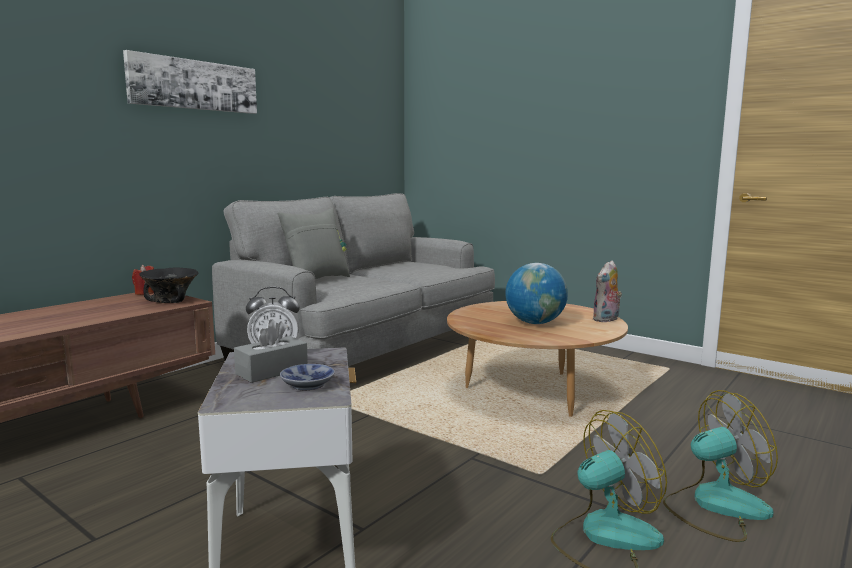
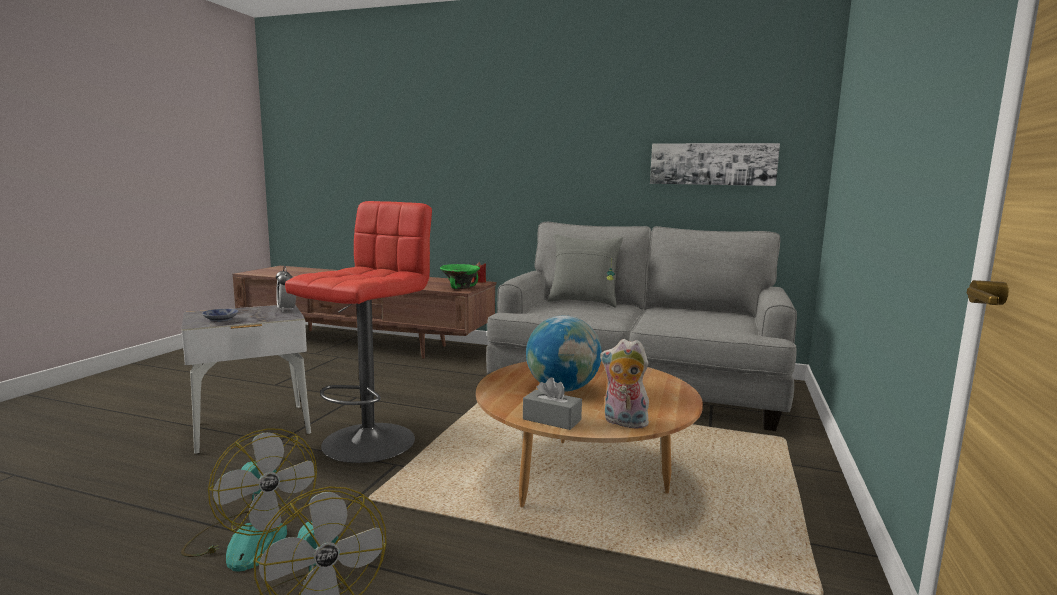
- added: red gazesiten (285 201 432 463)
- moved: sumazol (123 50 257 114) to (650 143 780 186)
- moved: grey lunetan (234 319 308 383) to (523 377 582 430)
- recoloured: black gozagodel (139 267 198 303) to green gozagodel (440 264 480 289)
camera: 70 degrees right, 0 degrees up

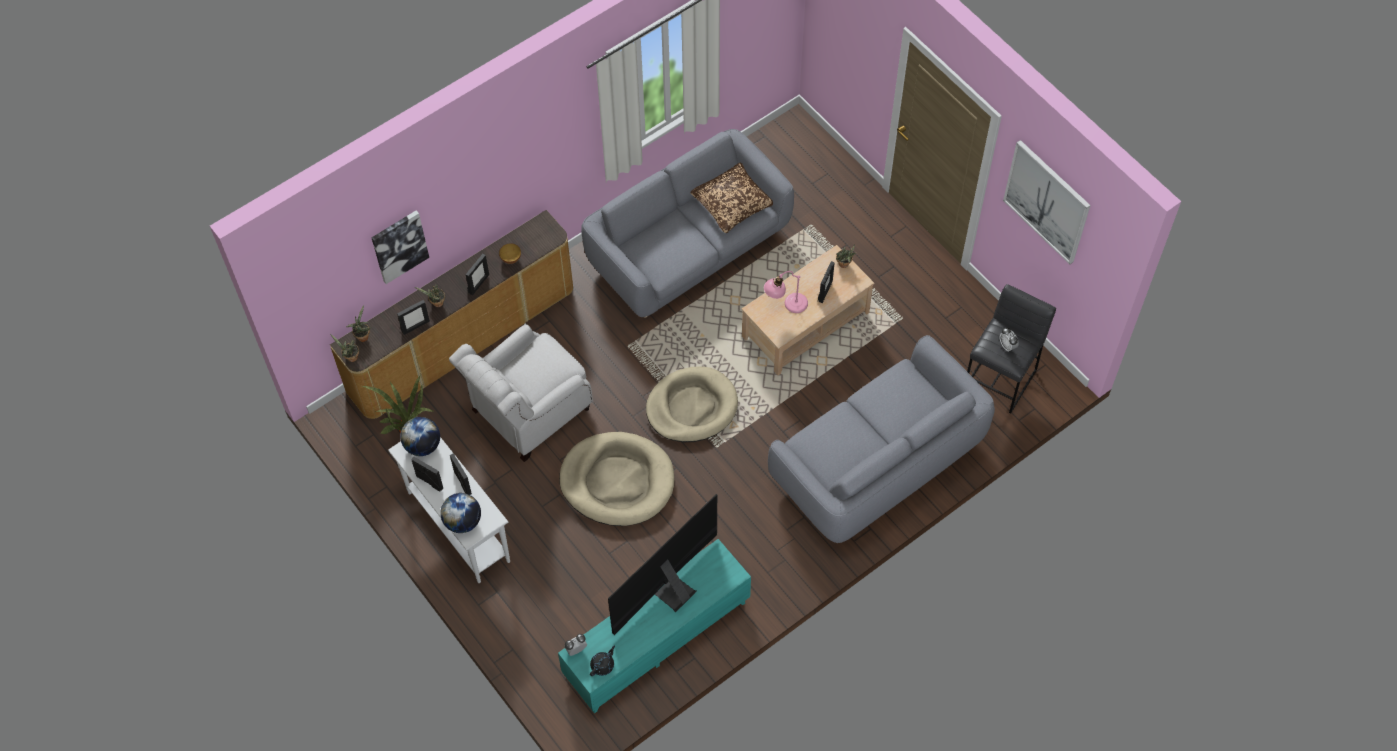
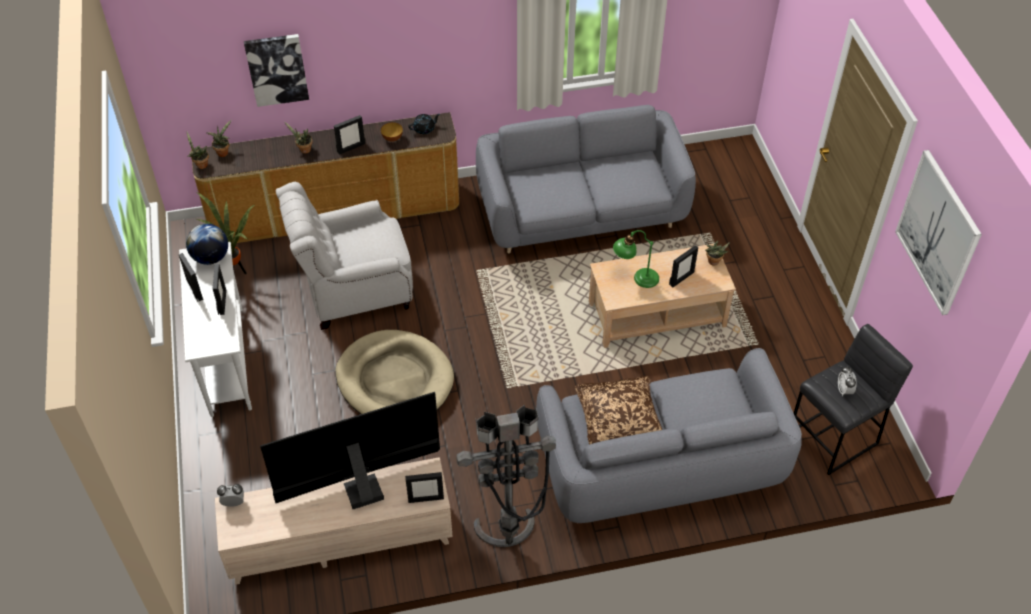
- removed: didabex (440 493 481 533)
- removed: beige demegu (646 366 738 442)
- added: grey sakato (457 405 556 547)
- moved: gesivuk (397 300 430 335) to (405 472 444 503)
- moved: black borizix (590 645 615 676) to (408 114 440 134)
- moved: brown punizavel (690 163 773 233) to (575 376 662 445)
- recoloured: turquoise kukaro (558 539 751 713) to beige kukaro (215 457 453 585)
- recoloured: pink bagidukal (764 271 808 313) to green bagidukal (613 230 659 288)
camera: 25 degrees right, 10 degrees down

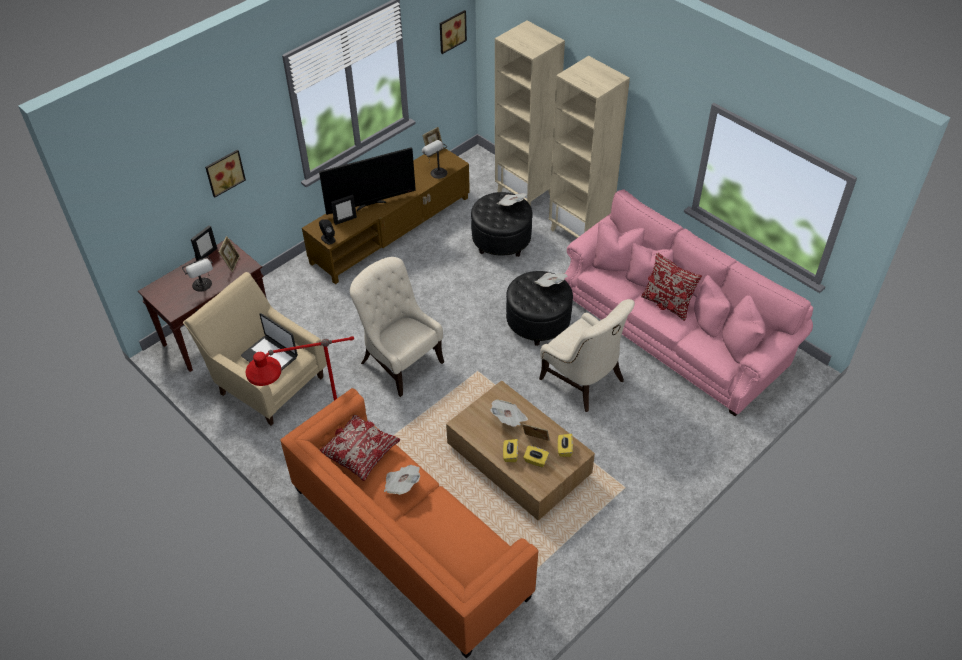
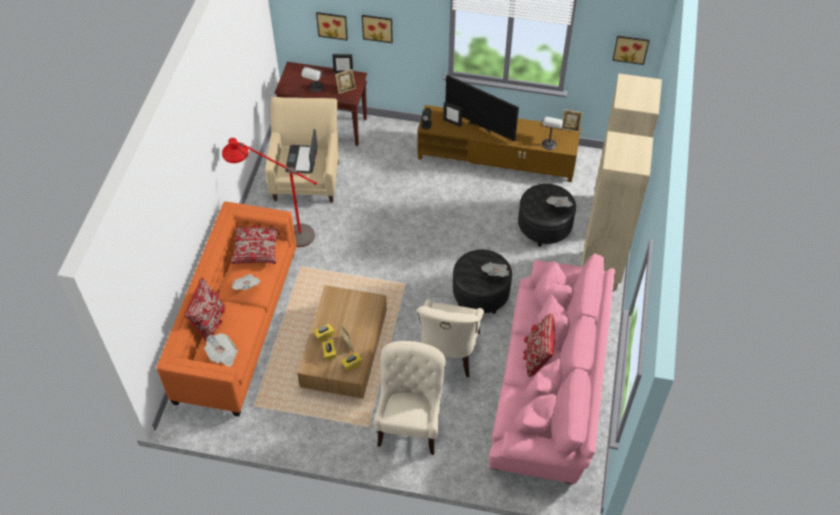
- added: red punizavel (184 278 225 341)
- added: sumazol (316 12 348 41)
- moved: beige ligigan (350 257 444 397) to (374 341 445 455)
- moved: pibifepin (490 399 528 427) to (204 333 238 367)
camera: 55 degrees right, 5 degrees up

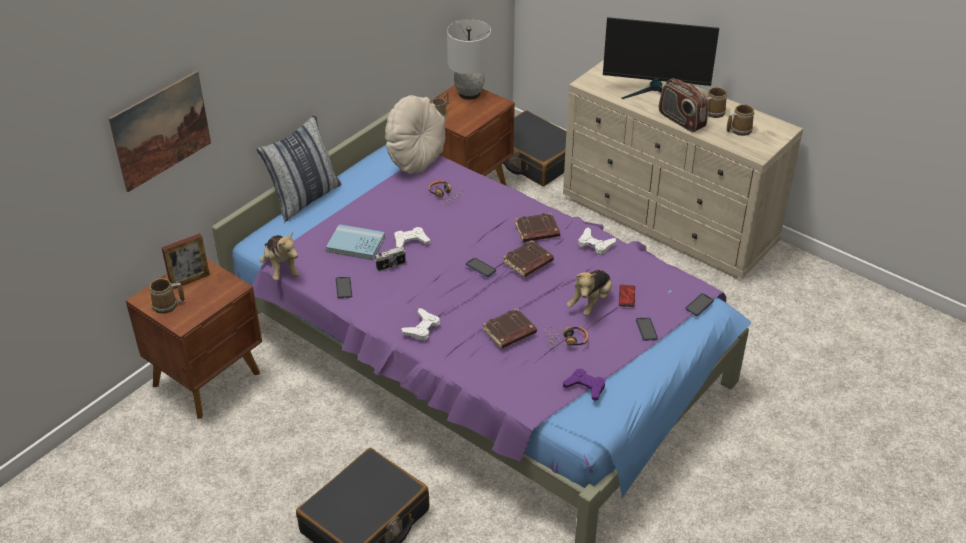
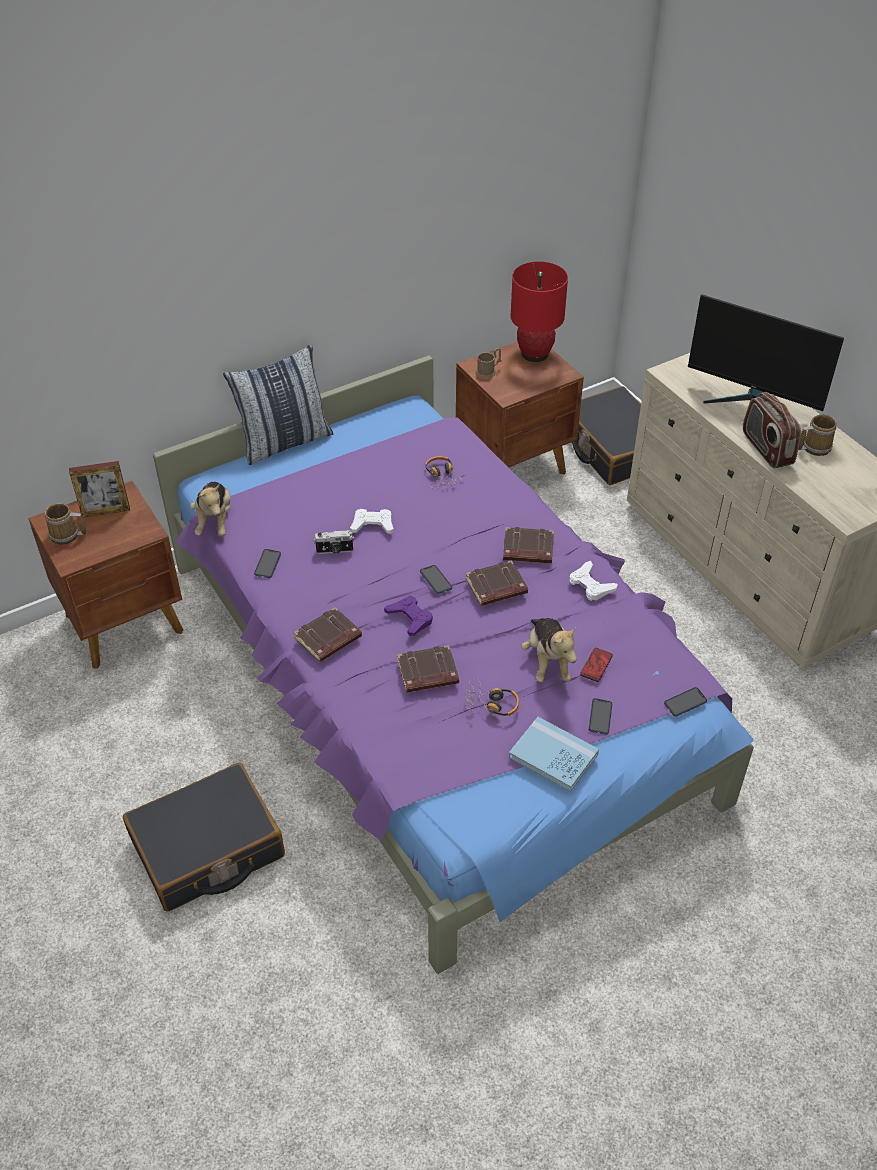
- removed: sumazol (108 71 211 192)
- removed: beige punizavel (385 95 445 174)
- removed: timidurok (727 104 754 136)
- moved: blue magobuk (326 224 385 260) to (509 717 599 792)
- moved: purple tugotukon (563 369 605 401) to (384 596 433 636)
- replaced: white tugotukon (401 308 440 341) to brown magobuk (294 607 362 662)
- recoloured: white bagidukal (447 19 491 100) to red bagidukal (511 262 568 362)
- turned: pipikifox (567 270 612 316) = (521 618 577 682) 60 degrees counterclockwise
camera: 20 degrees right, 5 degrees up

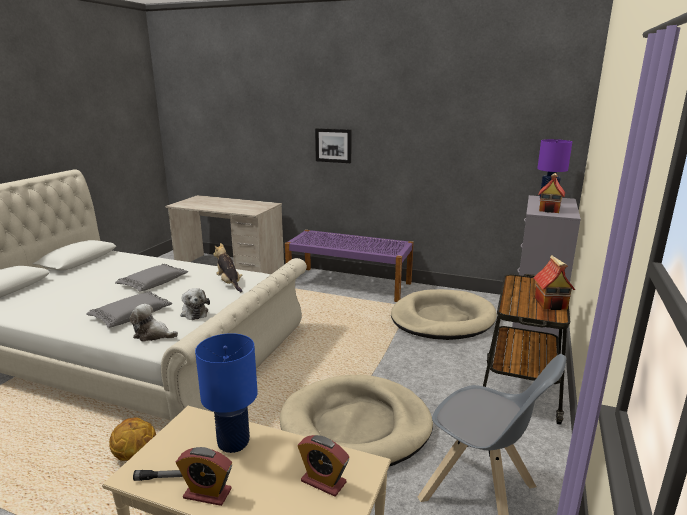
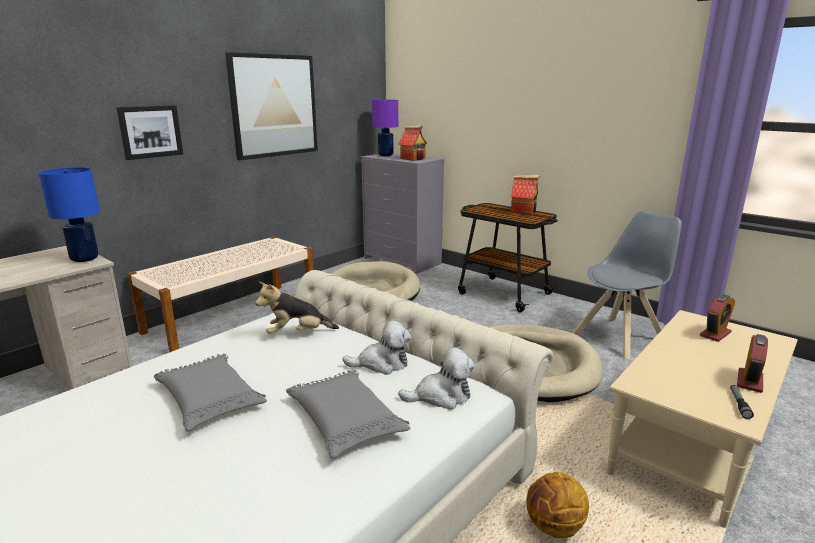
- added: sumazol (225 52 318 160)
- moved: blue bagidukal (195 333 258 453) to (39 167 100 262)
- recoloured: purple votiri (285 230 414 302) to beige votiri (127 236 314 352)
- turned: pipikifox (129 304 178 342) = (398 347 475 410) 135 degrees counterclockwise
camera: 70 degrees left, 0 degrees up

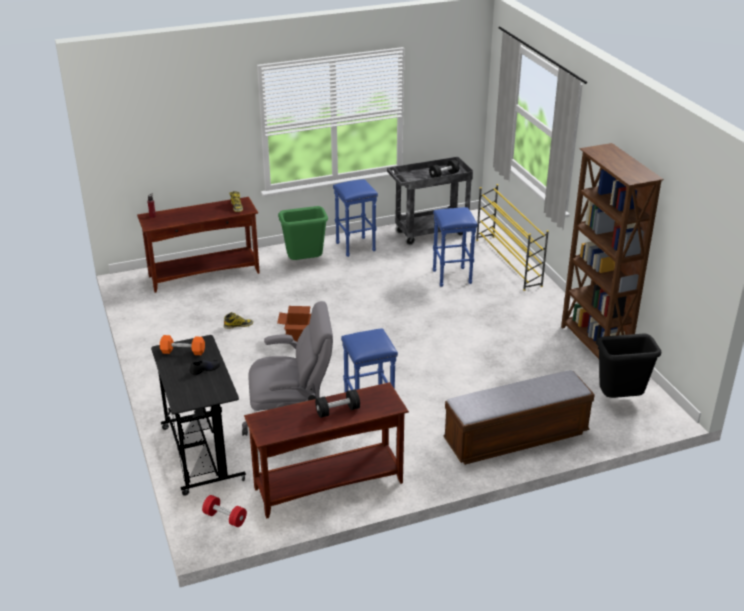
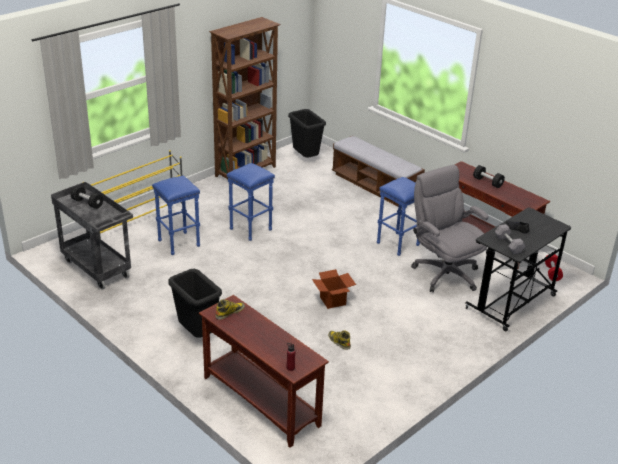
- moved: blue gazesiten (333 179 378 257) to (227 163 275 241)
- recoloured: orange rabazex (160 335 205 355) to grey rabazex (495 224 525 254)
- recoloured: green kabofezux (278 206 328 260) to black kabofezux (168 269 222 338)
camera: 115 degrees left, 0 degrees up

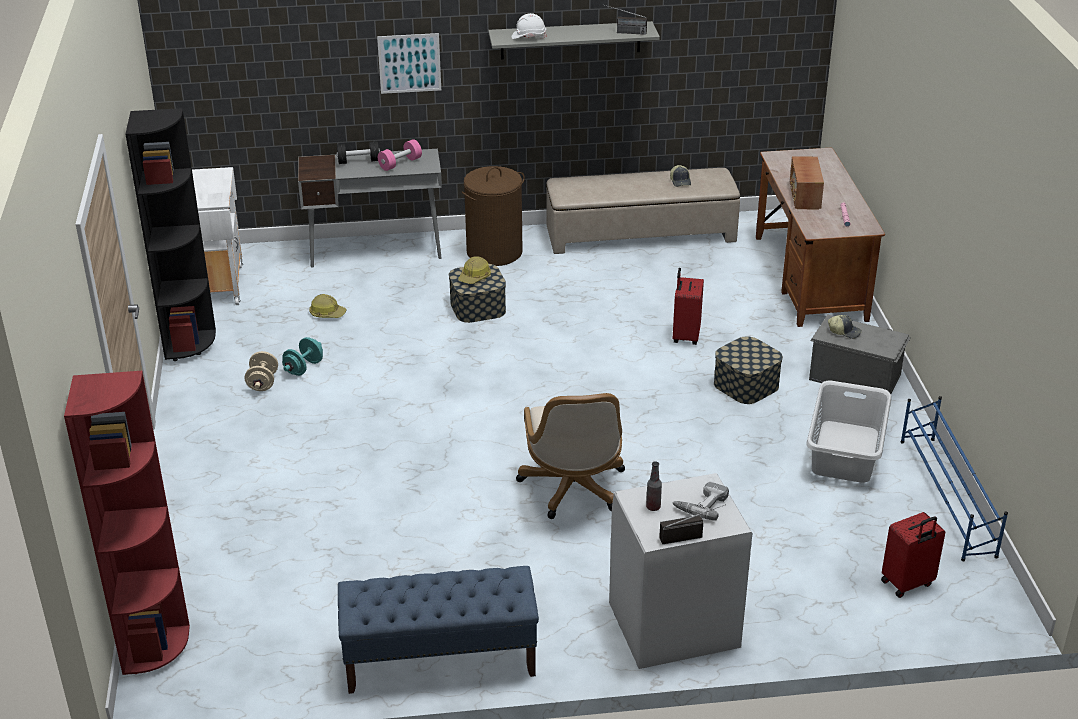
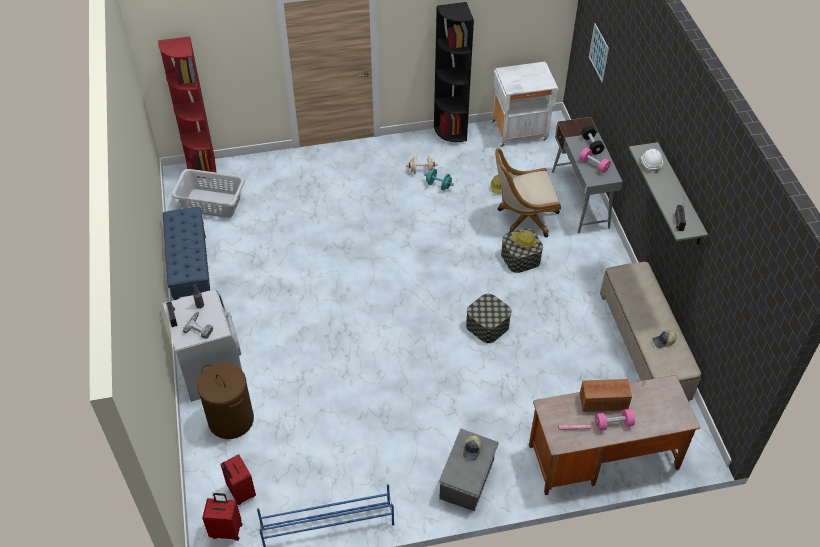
- added: pink rabazex (595 409 635 431)
- moved: sumazol (377 33 441 94) to (589 23 609 82)
- moved: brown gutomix (461 166 525 266) to (197 363 254 439)
- moved: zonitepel (516 393 625 519) to (495 149 561 237)
- moved: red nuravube (672 268 704 345) to (202 493 242 541)
- moved: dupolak (714 336 783 404) to (466 294 512 343)
- moved: grey gutomix (806 381 891 483) to (172 169 245 218)
camera: 85 degrees right, 15 degrees up

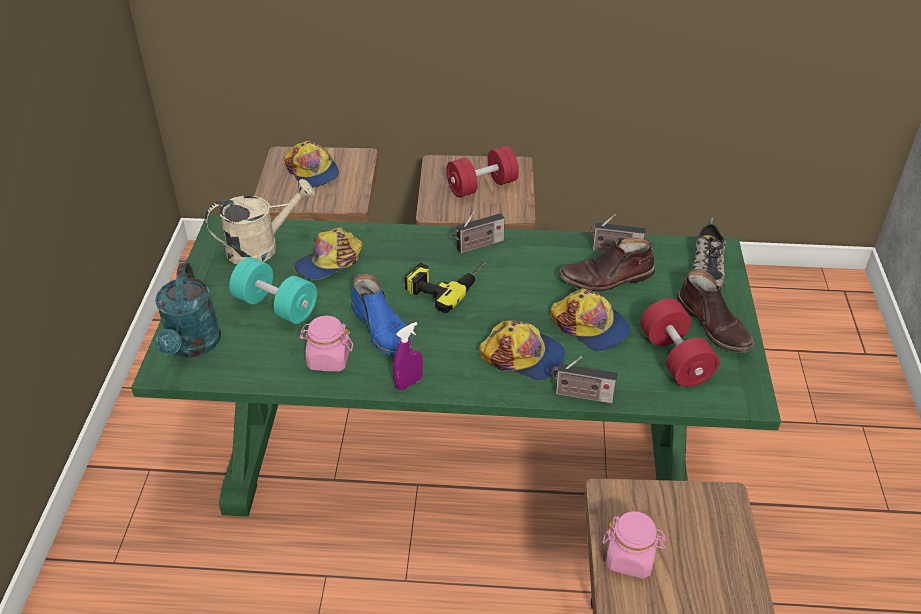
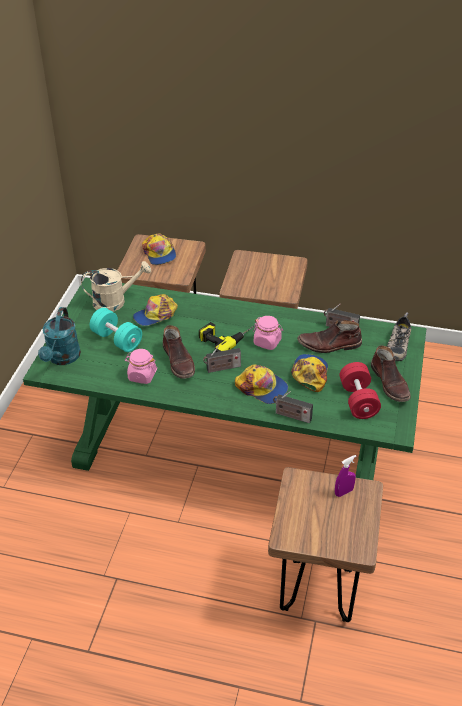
- removed: red rabazex (446 146 519 197)
- moved: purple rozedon (393 322 423 390) to (335 455 356 497)
- moved: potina (453 210 505 254) to (203 345 241 373)
- moved: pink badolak (602 511 666 579) to (253 316 283 350)
- recoloured: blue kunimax (351 274 413 356) to brown kunimax (163 325 195 379)
- turned: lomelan (550 288 631 351) = (291 354 328 392) 135 degrees counterclockwise
camera: 10 degrees right, 0 degrees up

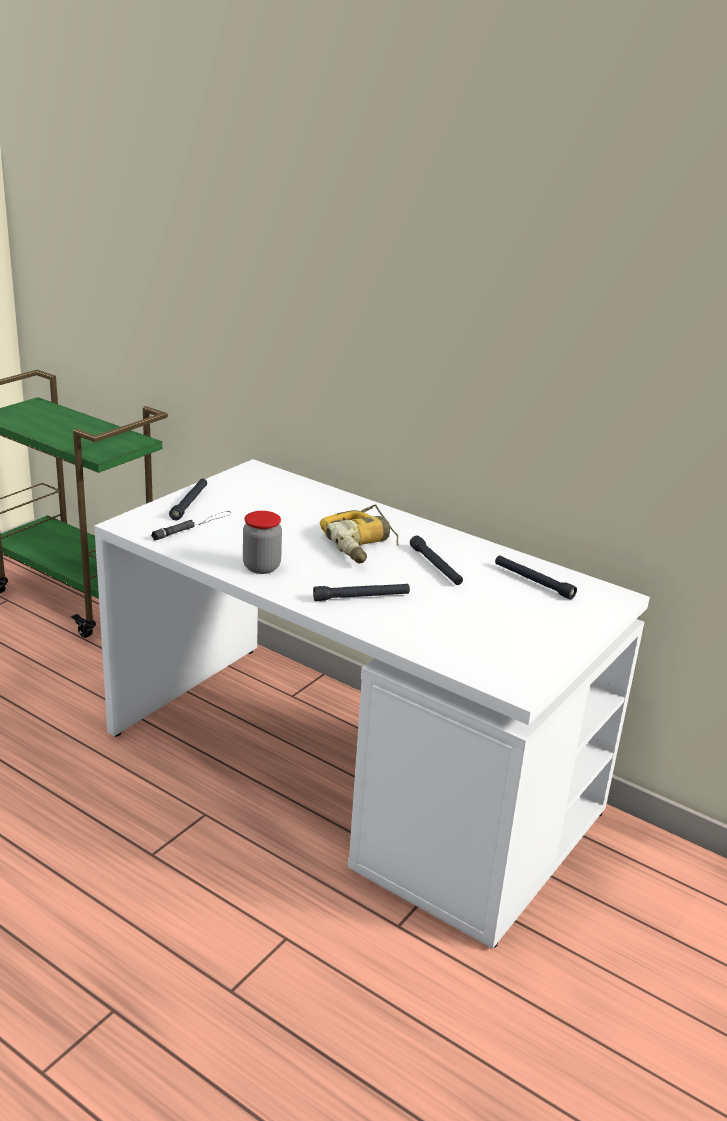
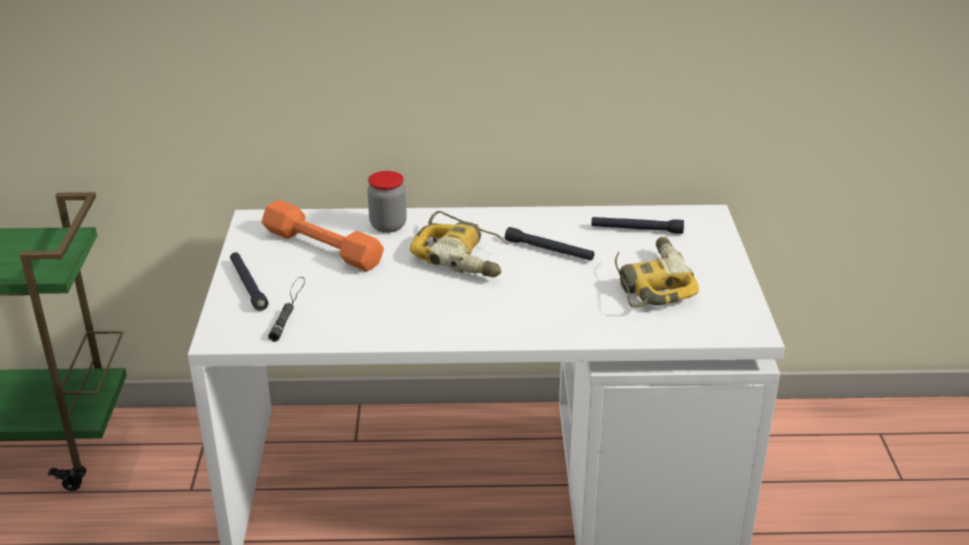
- removed: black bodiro (313 584 410 601)
- added: orange rabazex (262 200 384 272)
- added: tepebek (615 237 699 307)
- moved: badolak (243 511 282 574) to (367 171 407 233)
camera: 35 degrees left, 5 degrees up

